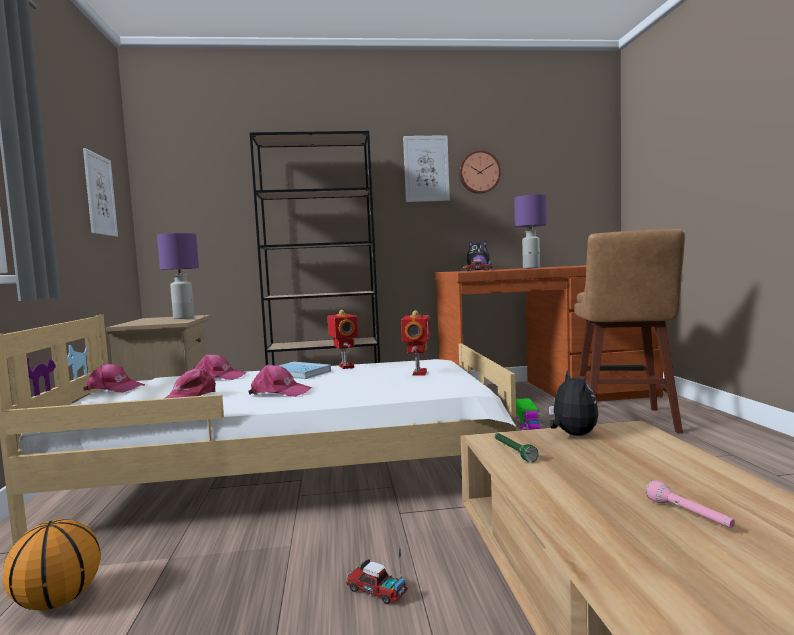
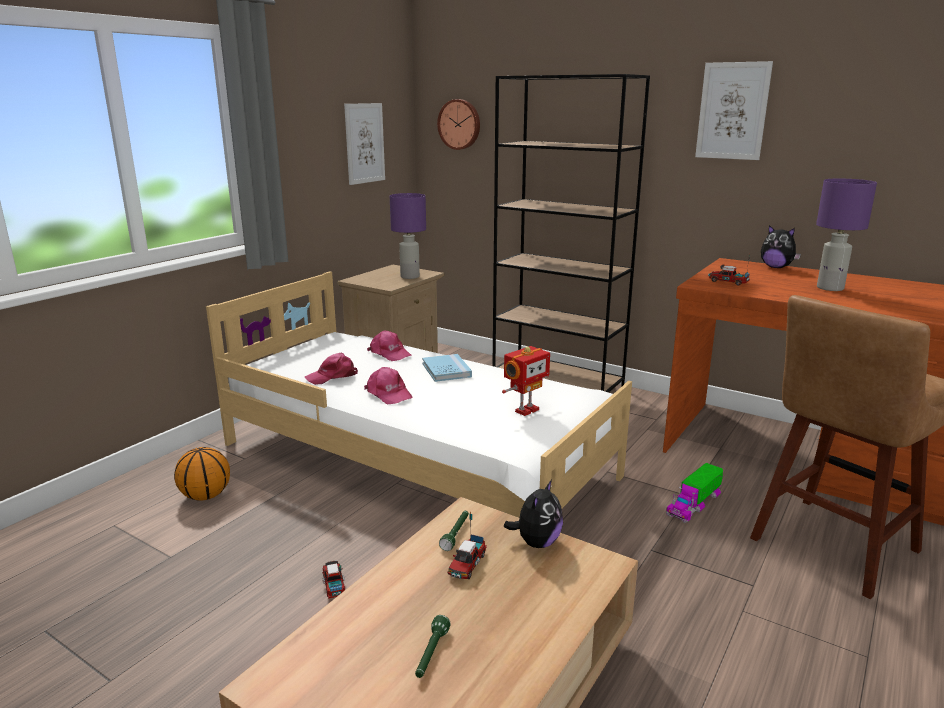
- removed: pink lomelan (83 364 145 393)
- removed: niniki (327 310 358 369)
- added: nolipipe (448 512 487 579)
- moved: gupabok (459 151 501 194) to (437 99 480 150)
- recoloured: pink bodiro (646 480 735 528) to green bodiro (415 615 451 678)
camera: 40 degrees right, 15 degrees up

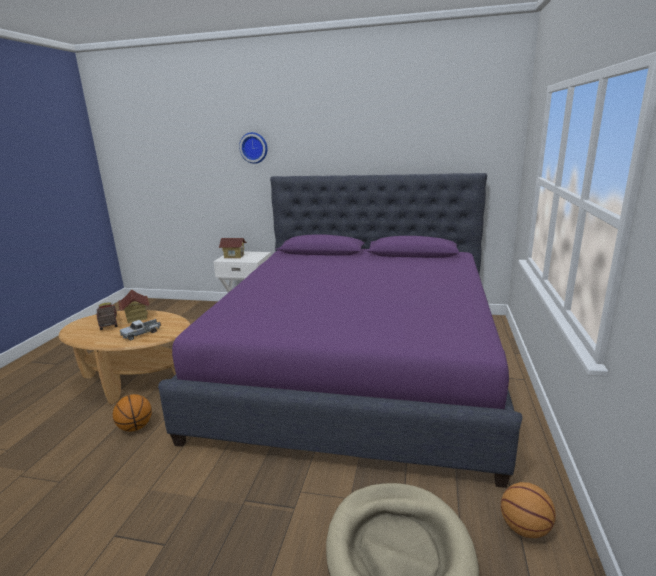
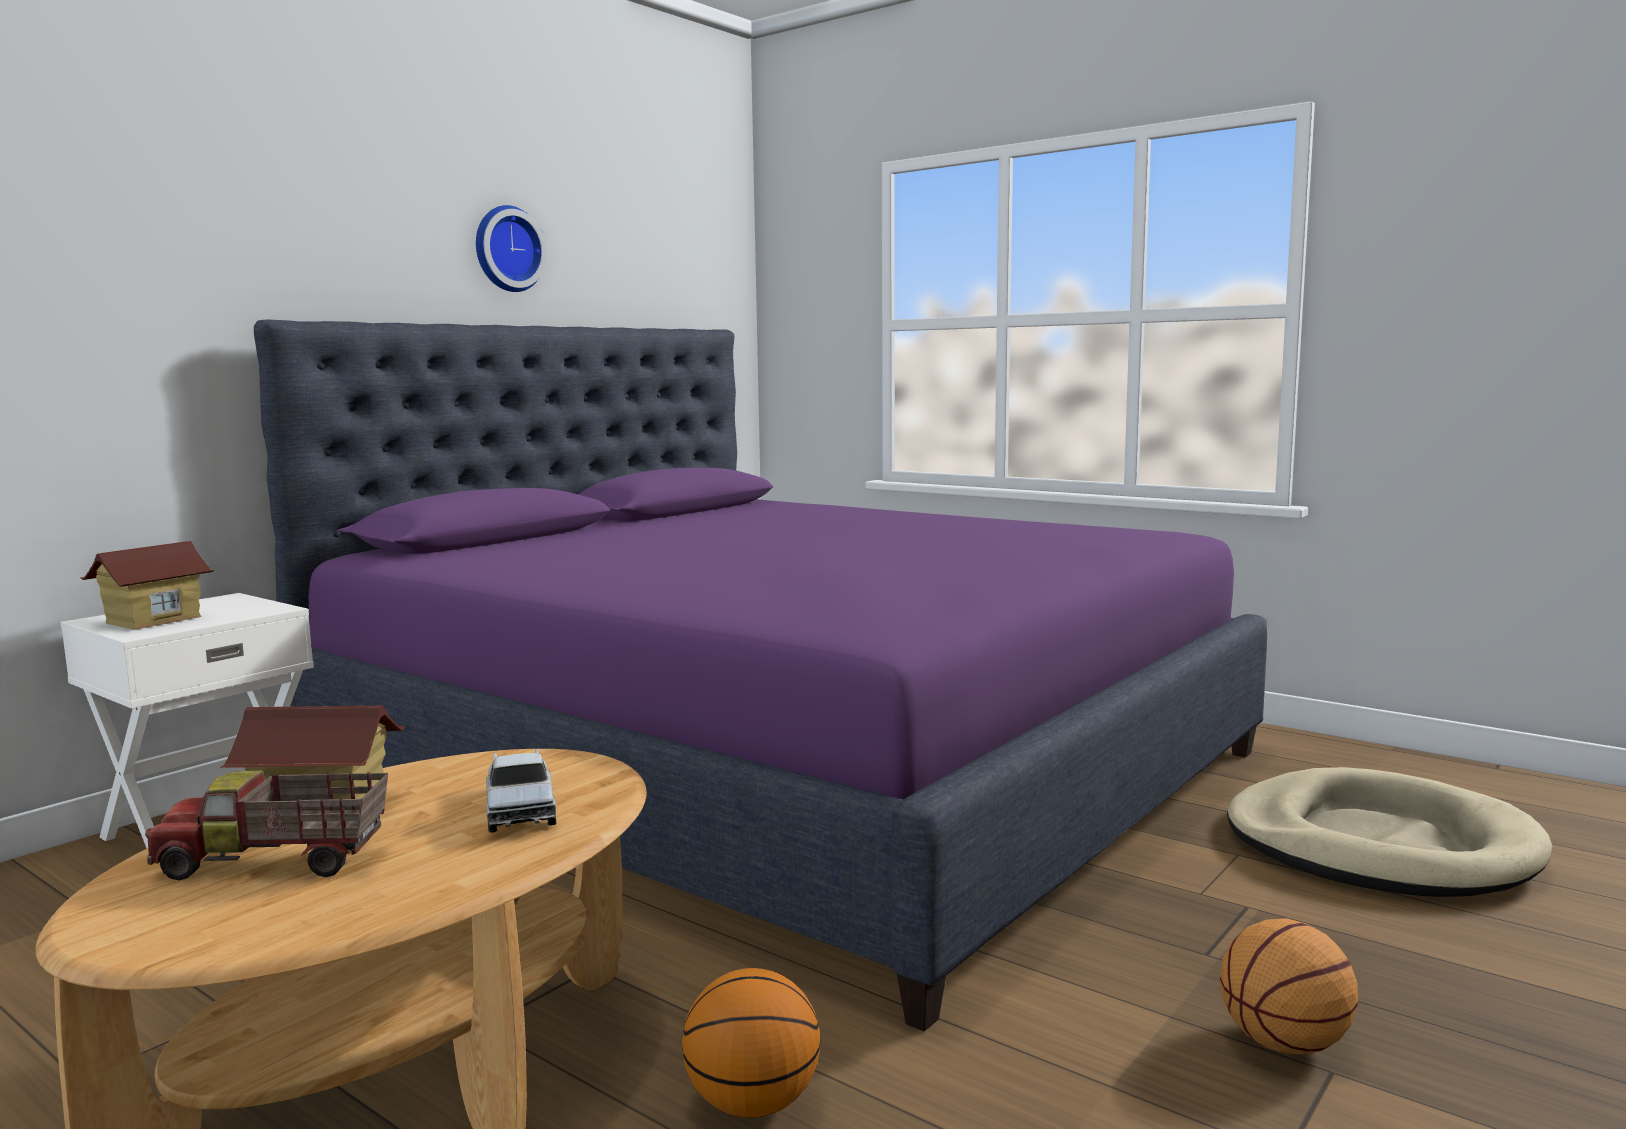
- moved: gupabok (239 132 268 164) to (476 205 547 292)
- moved: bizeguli (501 482 556 538) to (1220 918 1358 1054)
camera: 65 degrees left, 10 degrees down

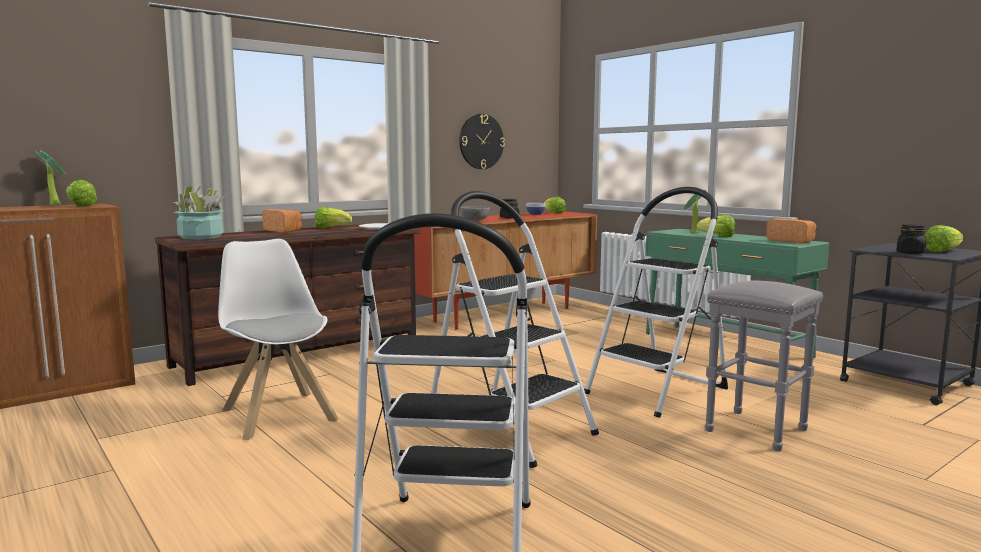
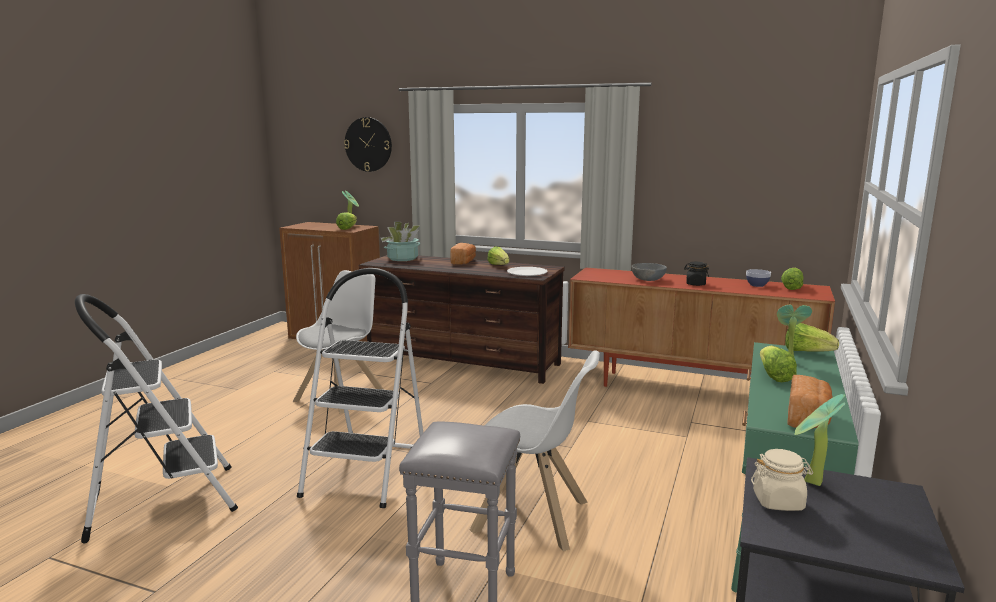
- added: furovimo (794 394 845 486)
- moved: gupabok (459 114 505 169) to (344 117 392 172)
- moved: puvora (924 225 963 252) to (785 323 839 351)
- replaced: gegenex (584 187 728 418) to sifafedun (470 350 600 551)
- recoloured: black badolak (897 224 926 254) to beige badolak (751 449 813 511)
camera: 60 degrees right, 5 degrees up

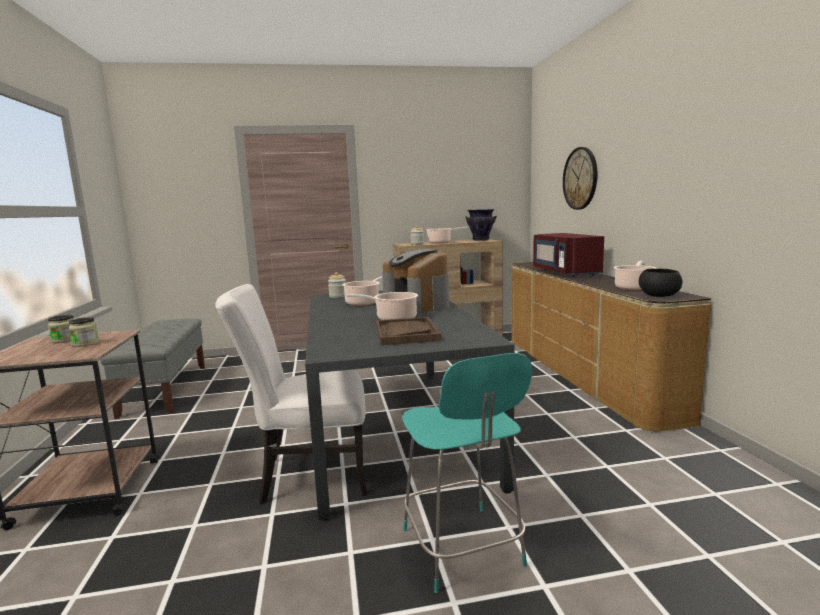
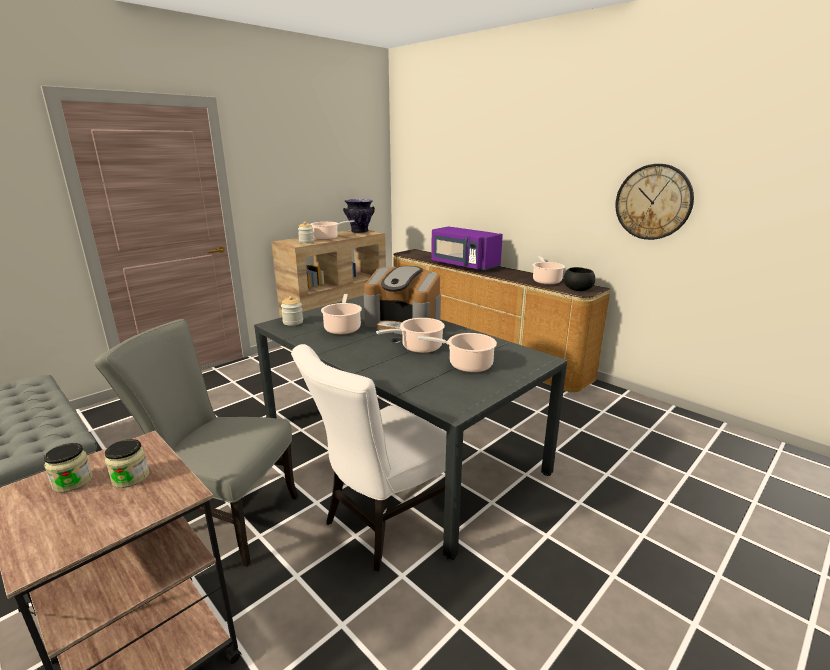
- removed: turquoise sifafedun (402 353 533 593)
- added: grey sifafedun (93 319 298 567)
- moved: gupabok (563 147 598 210) to (615 164 694 240)
- replaced: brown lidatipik (376 317 441 345) to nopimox (418 333 497 372)
- recoloured: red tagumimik (533 233 604 277) to purple tagumimik (431 226 503 271)
camera: 35 degrees left, 10 degrees up

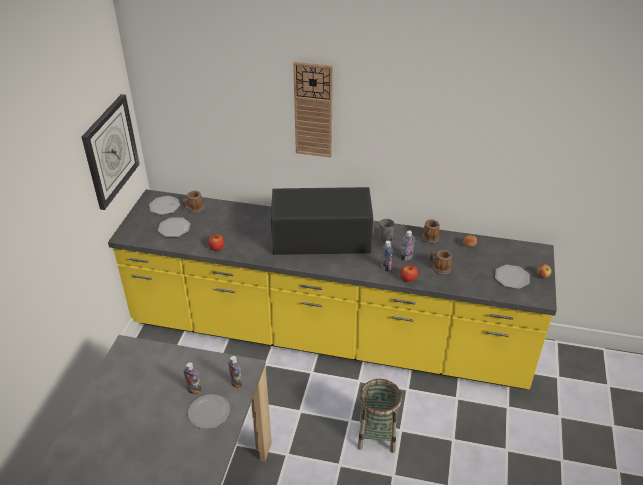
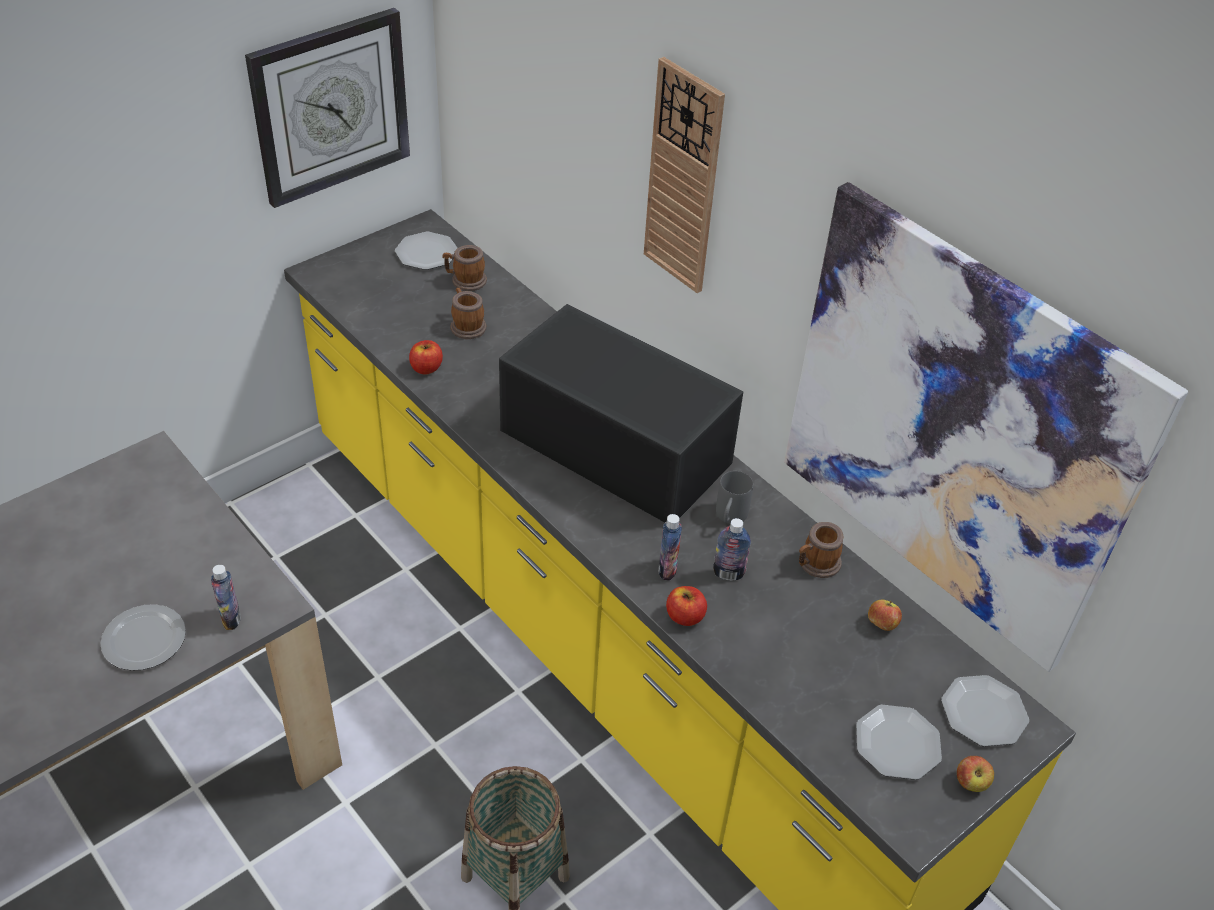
- removed: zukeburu (183 362 201 394)
- added: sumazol (784 182 1188 672)
- moved: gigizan (158 217 191 237) to (941 675 1029 747)
- moved: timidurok (430 250 452 275) to (451 288 486 339)
camera: 35 degrees right, 5 degrees up

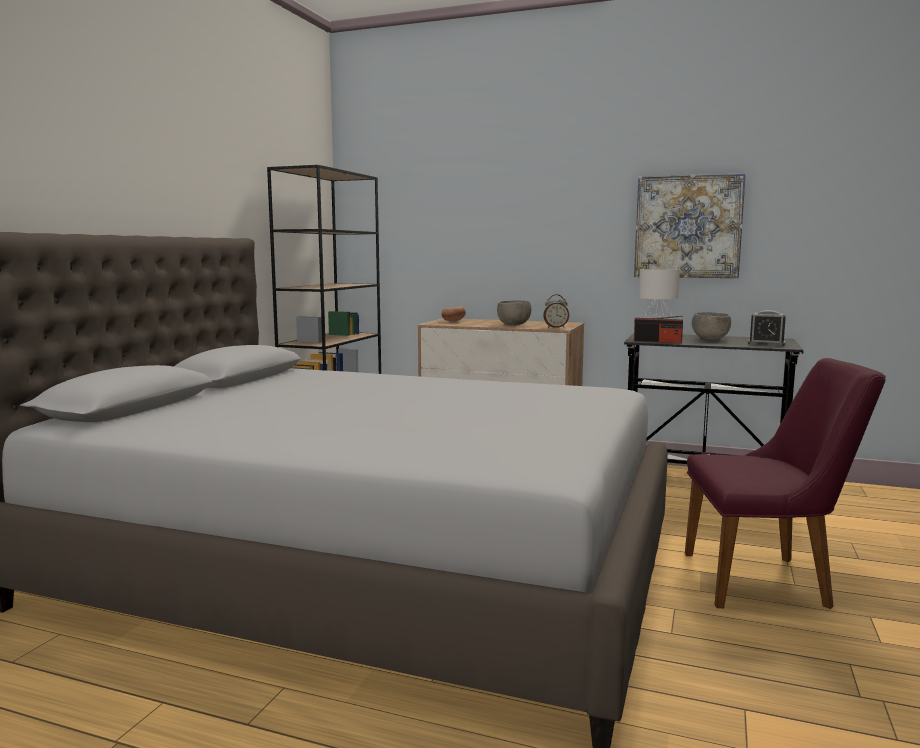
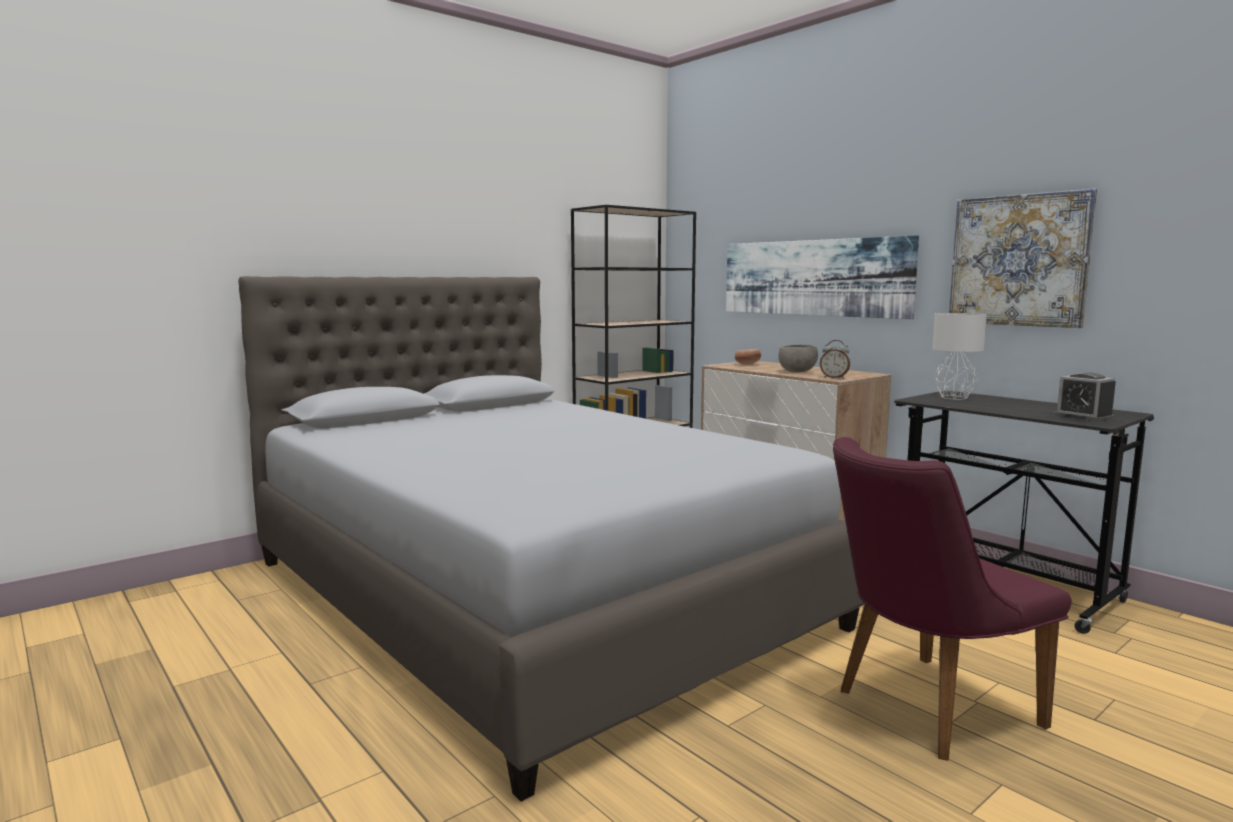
- removed: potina (634 316 683 343)
- removed: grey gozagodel (692 312 731 340)
- added: sumazol (726 235 919 319)
- turned: purple sifafedun (685 358 886 609) = (833 437 1072 761) 120 degrees clockwise
camera: 30 degrees right, 0 degrees up

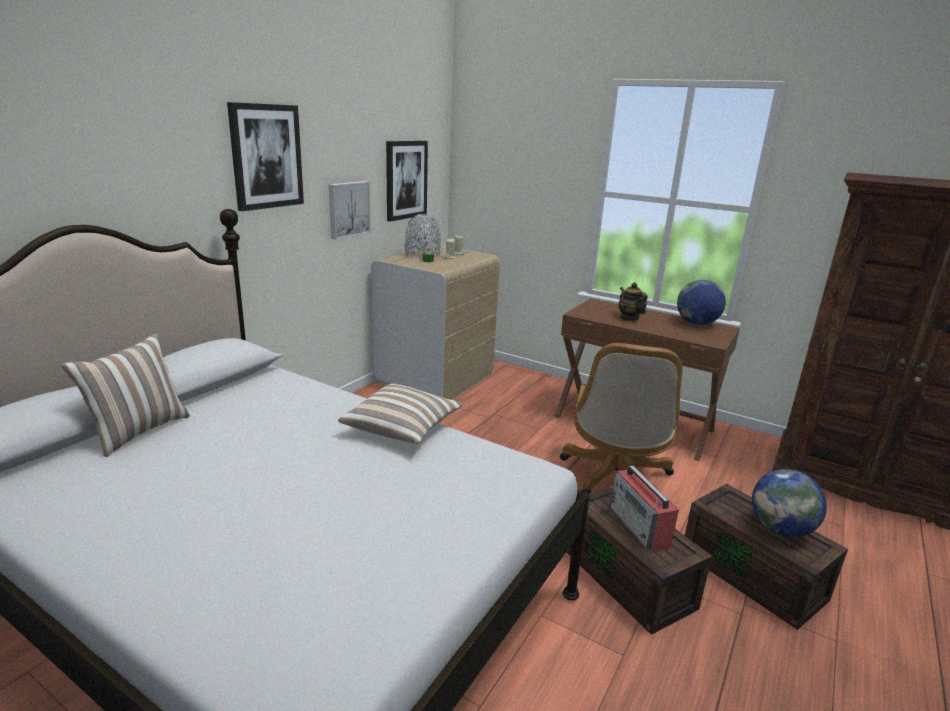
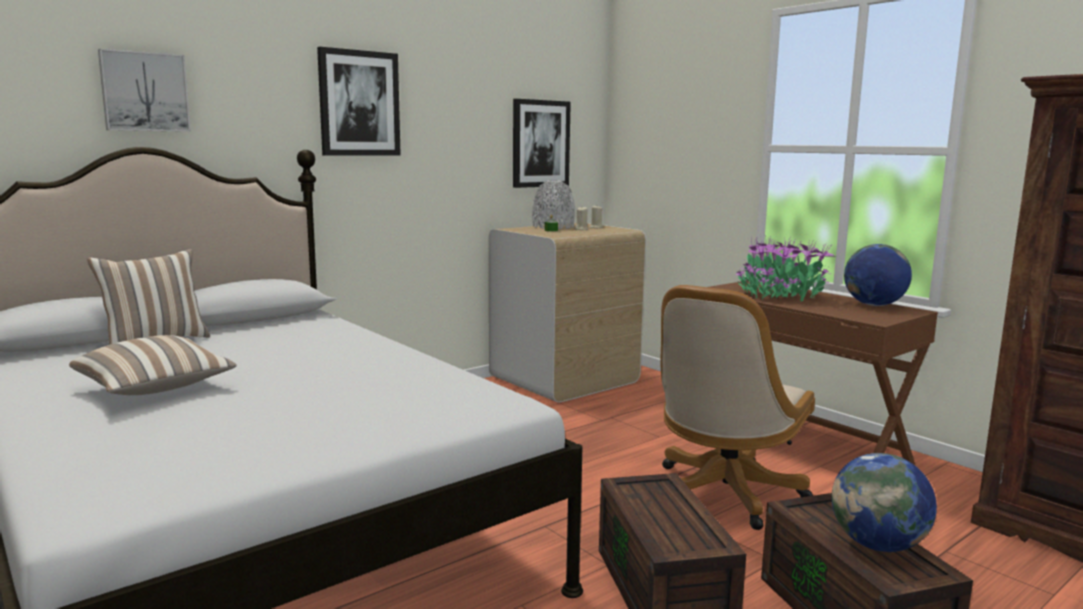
- removed: potina (610 466 679 551)
- moved: sumazol (329 181 371 239) to (98 49 191 132)
- moved: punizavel (338 383 463 444) to (69 335 237 395)
- replaced: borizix (619 282 647 321) to furovimo (735 236 836 301)
camera: 20 degrees right, 10 degrees down

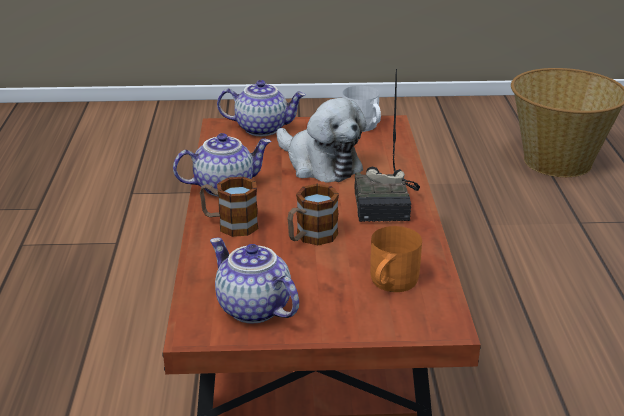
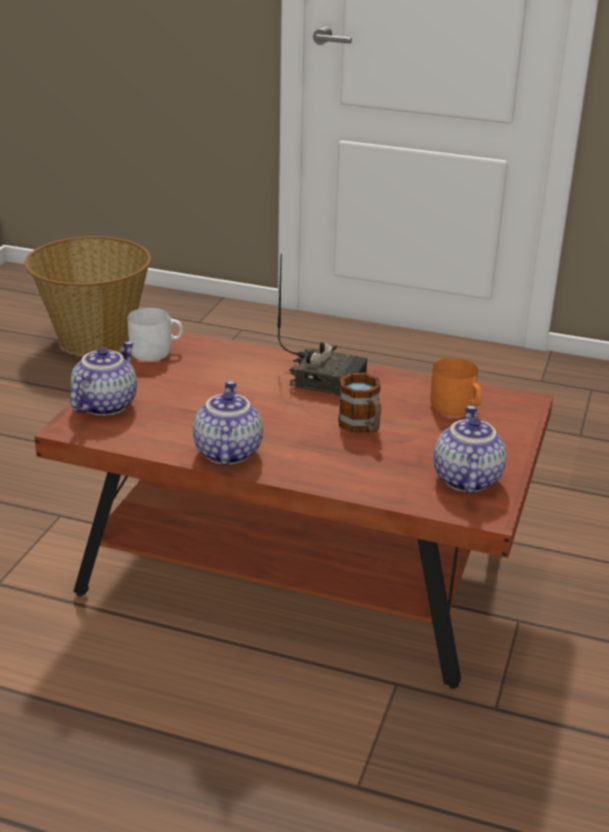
- removed: timidurok (200 177 259 237)
- removed: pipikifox (276 98 367 183)
- turned: borizix (210 238 299 323) = (434 406 507 493) 120 degrees clockwise
camera: 70 degrees left, 0 degrees up

